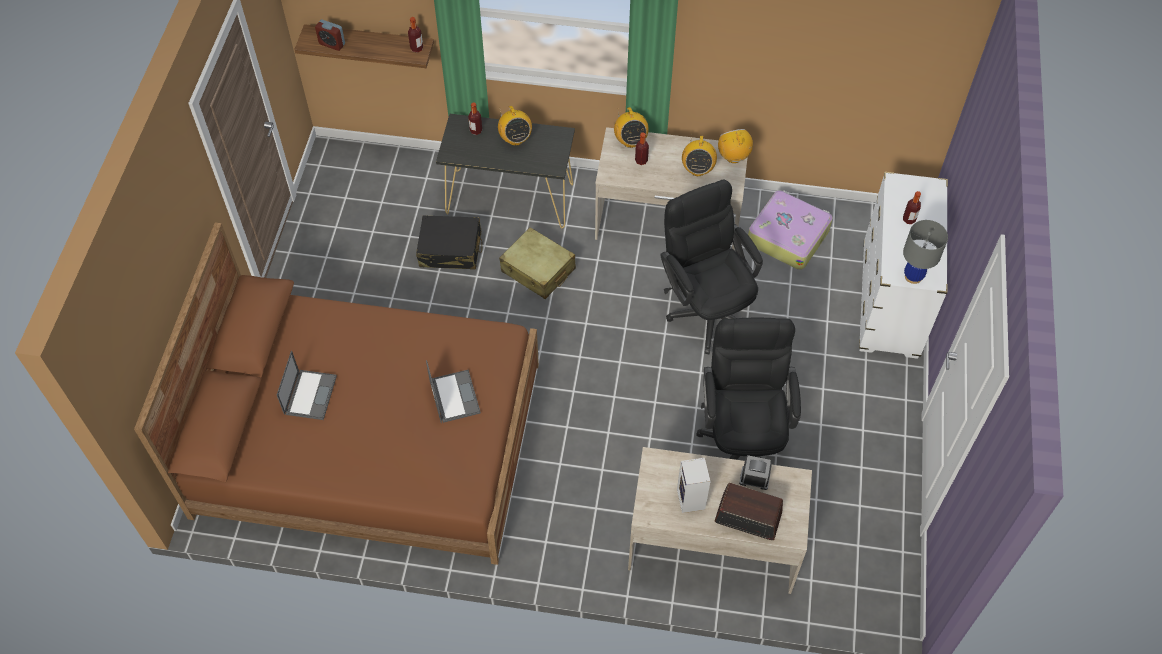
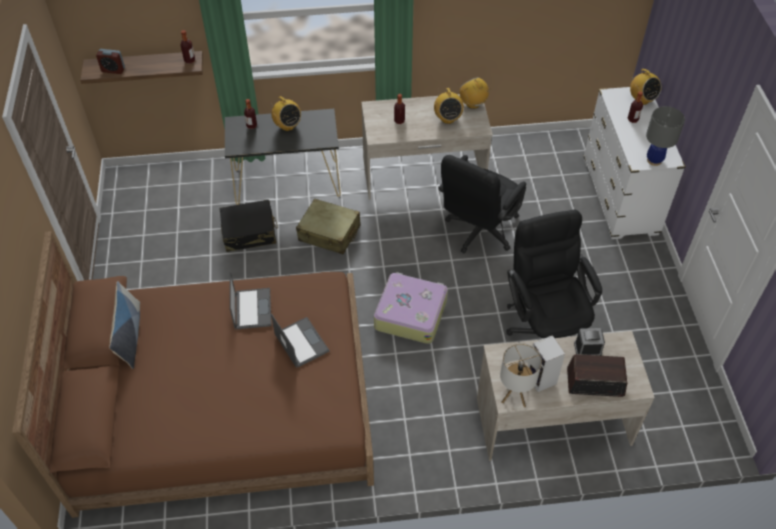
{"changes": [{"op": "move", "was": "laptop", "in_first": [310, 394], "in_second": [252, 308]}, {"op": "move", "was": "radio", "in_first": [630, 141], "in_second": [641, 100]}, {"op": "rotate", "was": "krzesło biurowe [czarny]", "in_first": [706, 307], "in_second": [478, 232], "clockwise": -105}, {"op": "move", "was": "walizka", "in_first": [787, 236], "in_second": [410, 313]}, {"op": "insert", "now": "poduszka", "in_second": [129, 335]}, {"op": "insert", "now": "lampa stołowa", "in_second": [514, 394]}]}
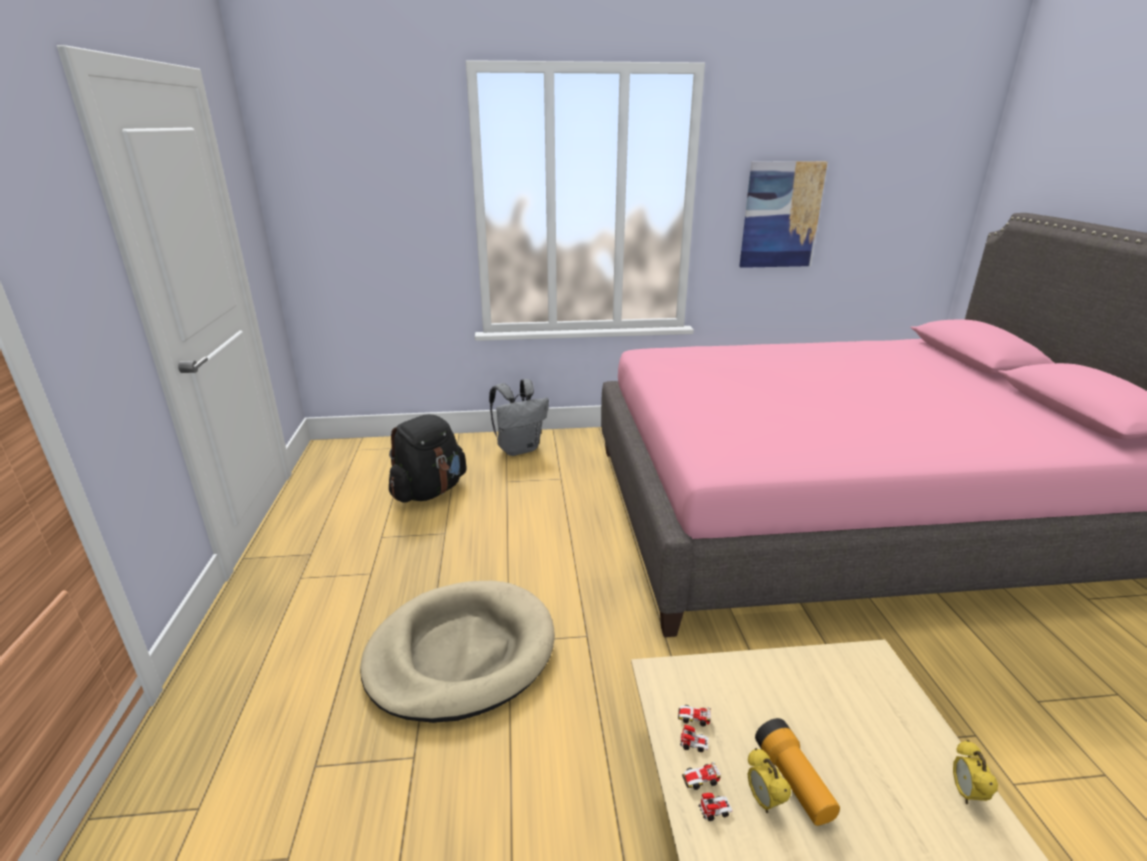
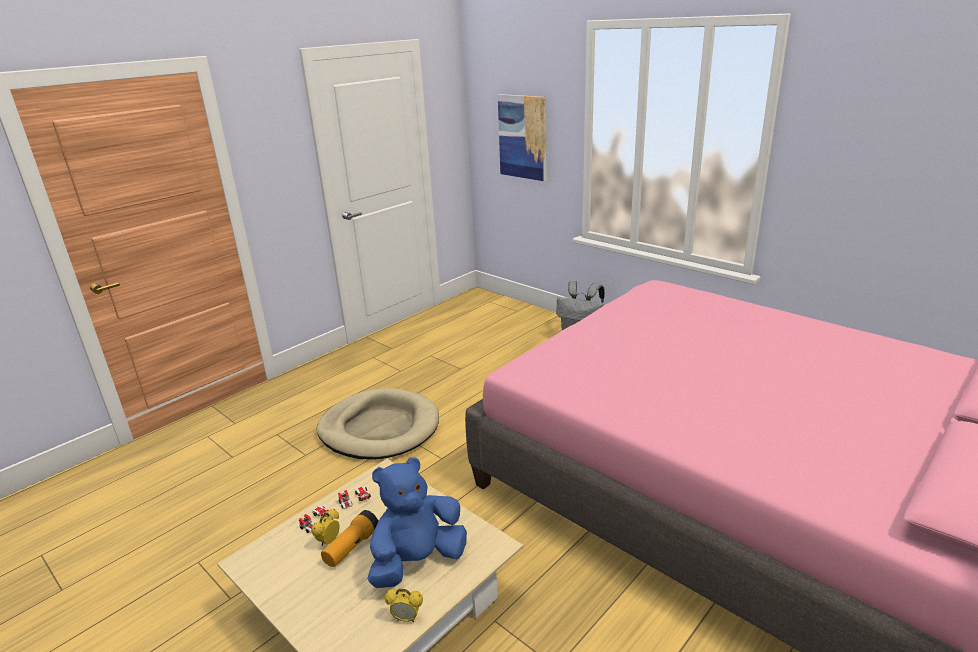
{"changes": [{"op": "delete", "was": "plecak [czarny]", "in_first": [429, 491]}, {"op": "move", "was": "obraz", "in_first": [781, 215], "in_second": [523, 137]}, {"op": "rotate", "was": "budzik", "in_first": [965, 793], "in_second": [406, 618], "clockwise": -135}, {"op": "insert", "now": "pluszak [niebieski]", "in_second": [417, 561]}]}
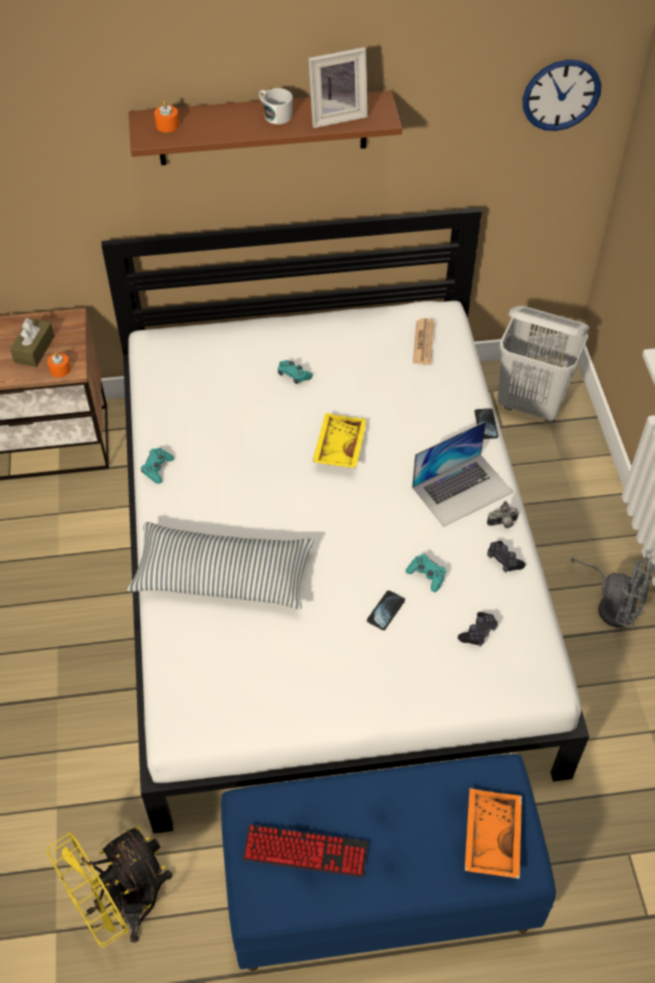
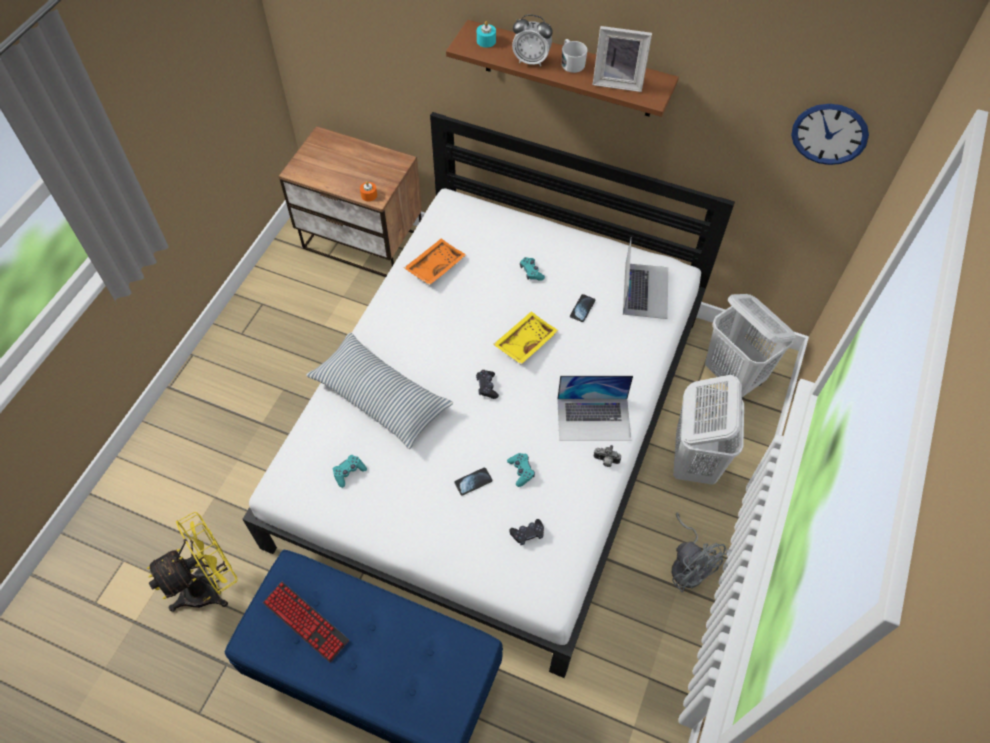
{"changes": [{"op": "delete", "was": "pudełko chusteczek [brązowy]", "in_first": [34, 349]}, {"op": "rotate", "was": "wentylator [żółty]", "in_first": [122, 907], "in_second": [210, 586], "clockwise": 150}, {"op": "move", "was": "pad do gier [turkusowy]", "in_first": [157, 468], "in_second": [349, 472]}, {"op": "recolor", "was": "świeca [pomarańczowy]", "now": "świeca [turkusowy]", "in_first": [167, 125], "in_second": [486, 41]}, {"op": "replace", "was": "gazeta", "now": "laptop", "in_first": [423, 342], "in_second": [645, 290]}, {"op": "move", "was": "taca [pomarańczowy]", "in_first": [490, 837], "in_second": [434, 266]}, {"op": "move", "was": "telefon", "in_first": [486, 424], "in_second": [582, 308]}, {"op": "move", "was": "pad do gier [czarny]", "in_first": [504, 560], "in_second": [487, 387]}, {"op": "insert", "now": "budzik", "in_second": [531, 60]}, {"op": "insert", "now": "kosz na pranie [biały]", "in_second": [694, 460]}]}
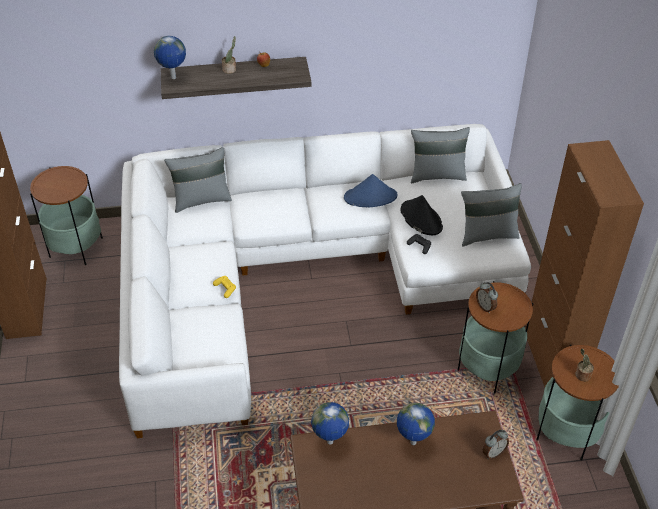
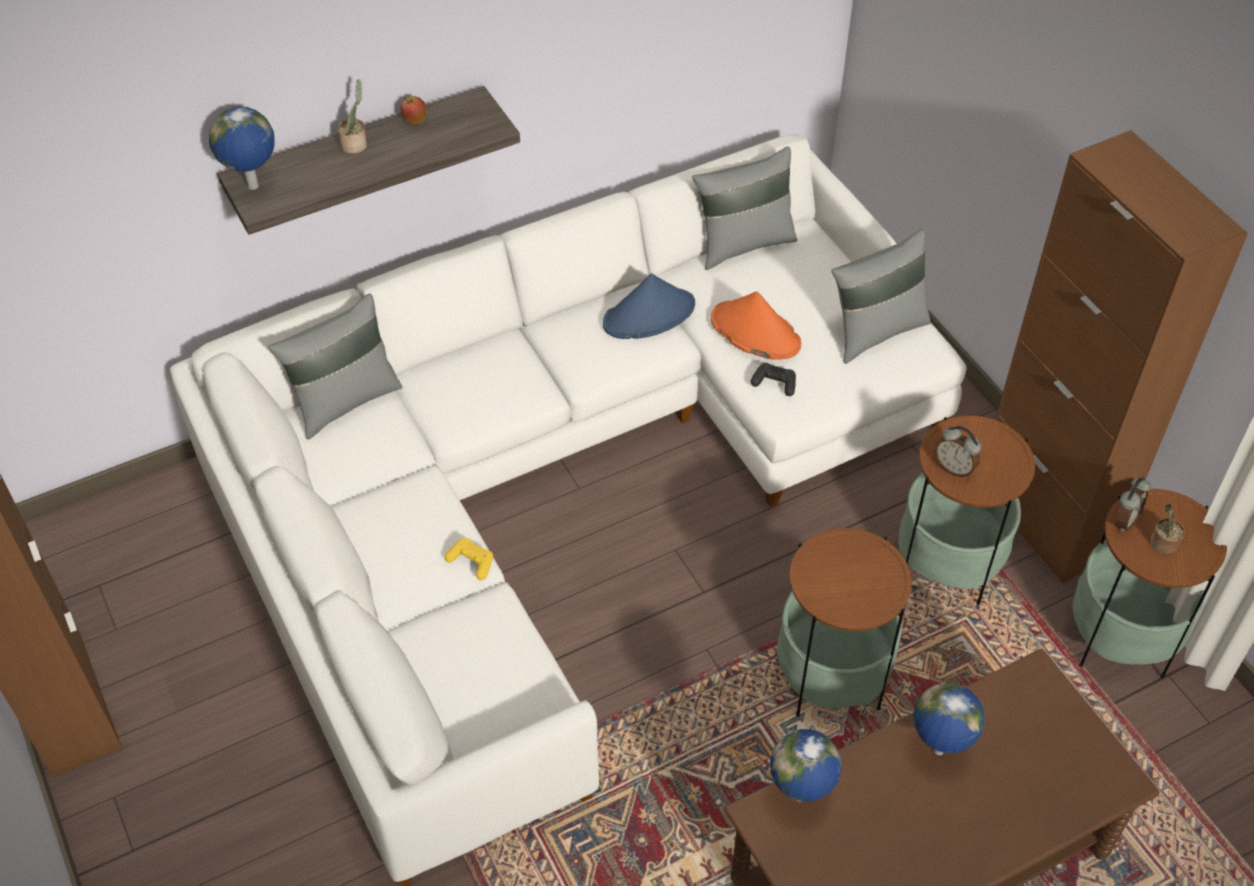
{"changes": [{"op": "move", "was": "stolik", "in_first": [76, 247], "in_second": [831, 677]}, {"op": "recolor", "was": "kapelusz [czarny]", "now": "kapelusz [pomarańczowy]", "in_first": [421, 218], "in_second": [754, 332]}, {"op": "move", "was": "budzik", "in_first": [493, 453], "in_second": [1124, 520]}]}
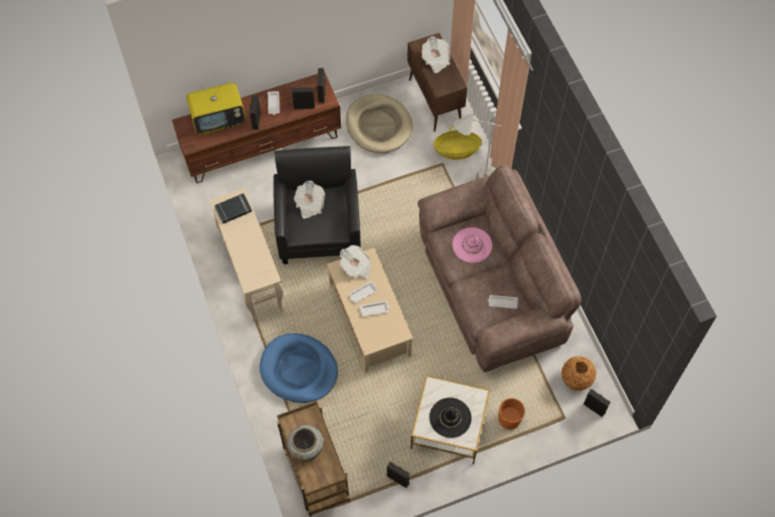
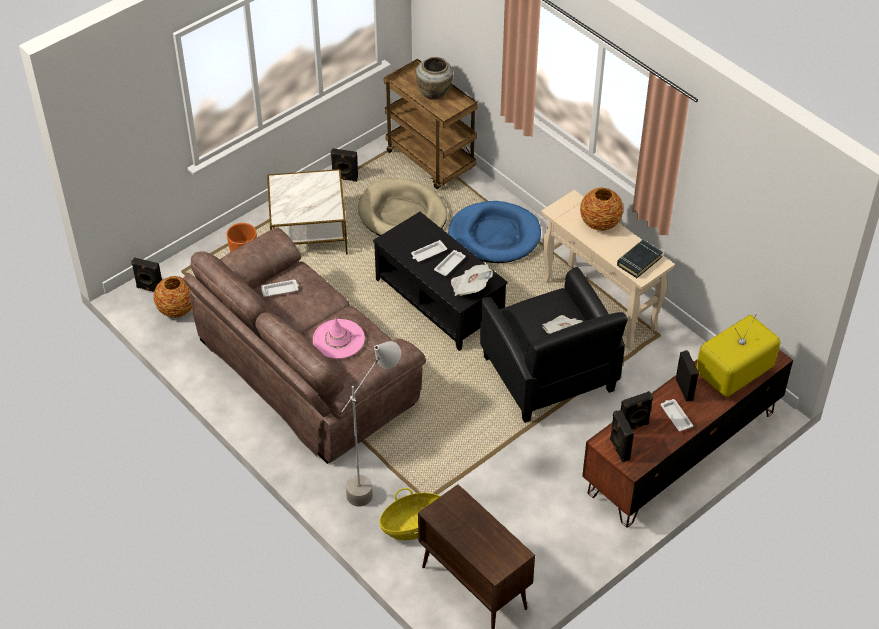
{"changes": [{"op": "recolor", "was": "ława [beżowy]", "now": "ława [czarny]", "in_first": [370, 320], "in_second": [438, 301]}, {"op": "move", "was": "legowisko [beżowy]", "in_first": [379, 125], "in_second": [402, 214]}, {"op": "delete", "was": "gazeta", "in_first": [435, 60]}, {"op": "delete", "was": "kapelusz [czarny]", "in_first": [450, 418]}, {"op": "insert", "now": "wazon", "in_second": [599, 223]}]}
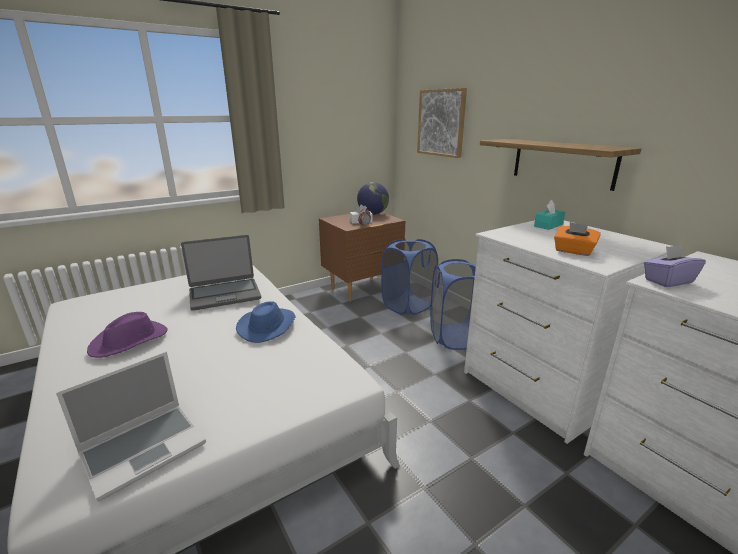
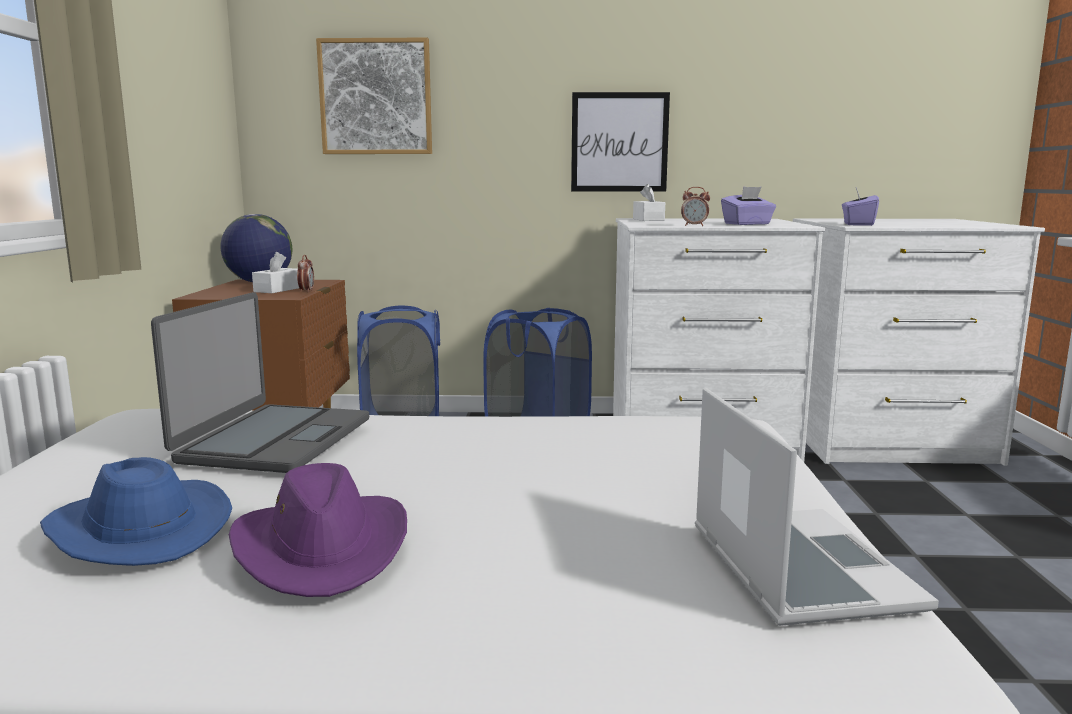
{"changes": [{"op": "move", "was": "kapelusz [niebieski]", "in_first": [267, 326], "in_second": [137, 530]}, {"op": "replace", "was": "półka", "now": "obraz", "in_first": [562, 162], "in_second": [619, 142]}, {"op": "recolor", "was": "pudełko chusteczek [turkusowy]", "now": "pudełko chusteczek [biały]", "in_first": [548, 225], "in_second": [648, 220]}, {"op": "recolor", "was": "pudełko chusteczek [pomarańczowy]", "now": "pudełko chusteczek [fioletowy]", "in_first": [573, 251], "in_second": [747, 224]}, {"op": "insert", "now": "budzik", "in_second": [694, 226]}]}
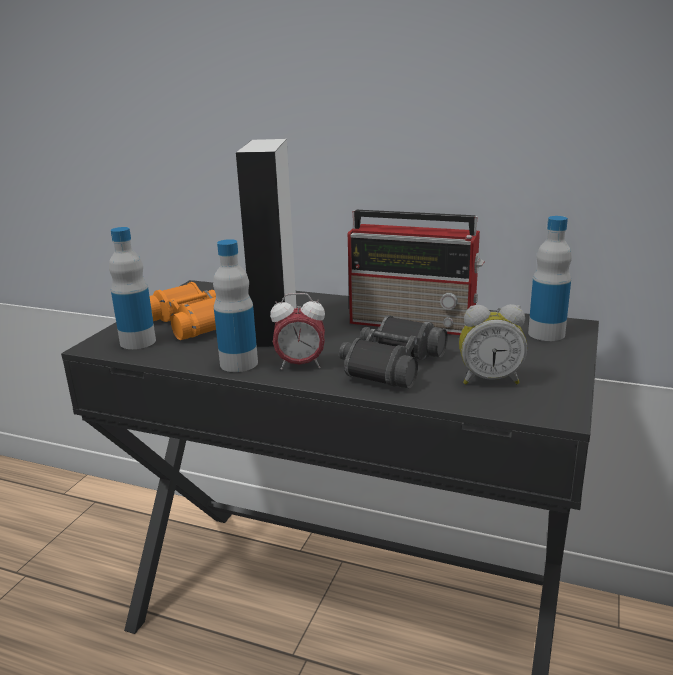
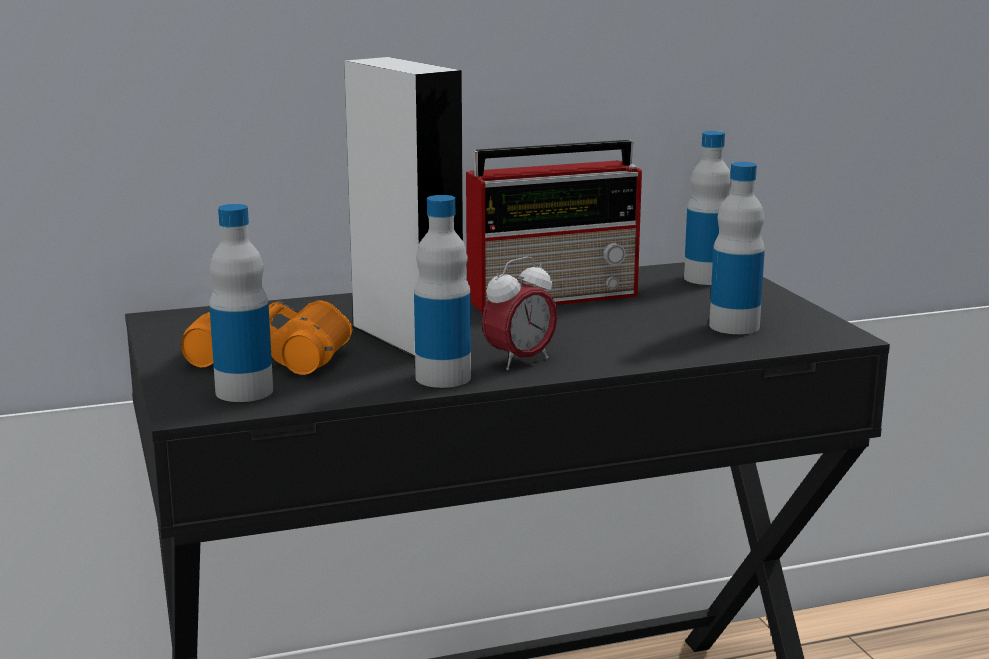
{"changes": [{"op": "delete", "was": "lornetka [czarny]", "in_first": [390, 364]}, {"op": "replace", "was": "budzik", "now": "butelka", "in_first": [489, 379], "in_second": [734, 326]}]}
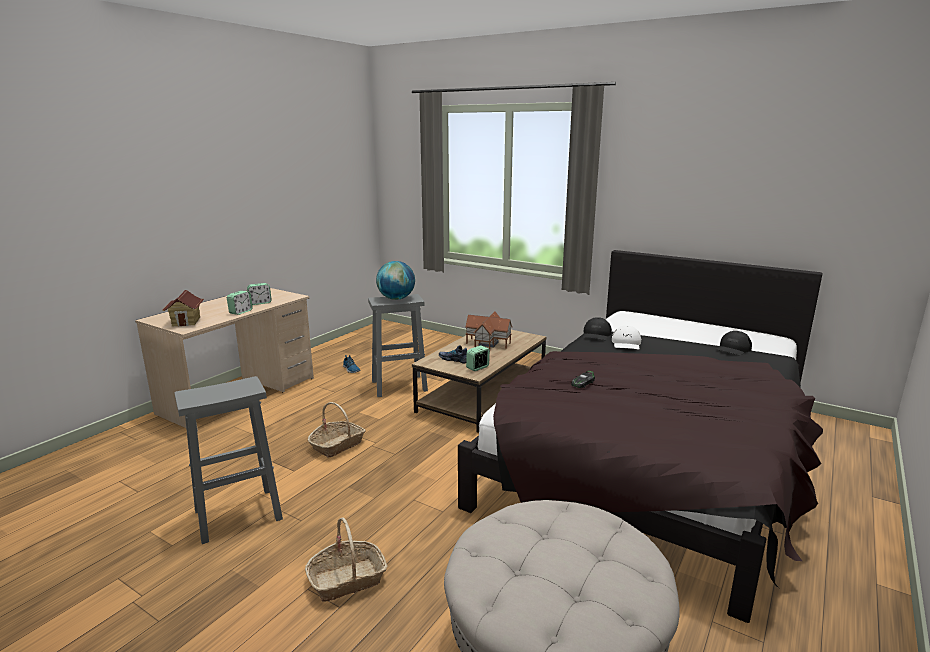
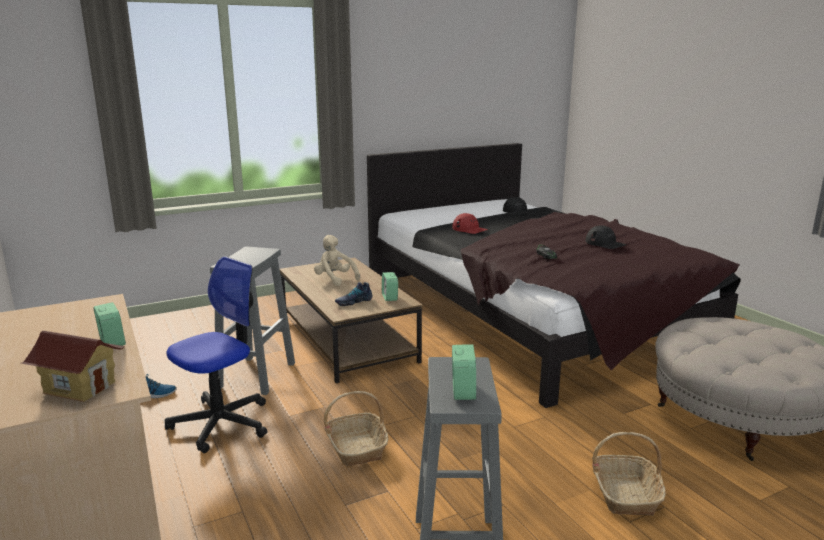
{"changes": [{"op": "move", "was": "budzik", "in_first": [260, 303], "in_second": [463, 391]}, {"op": "delete", "was": "globus", "in_first": [396, 298]}, {"op": "replace", "was": "domek", "now": "pluszak [beżowy]", "in_first": [489, 343], "in_second": [335, 279]}, {"op": "move", "was": "czapka z daszkiem [czarny]", "in_first": [596, 334], "in_second": [605, 243]}, {"op": "recolor", "was": "czapka z daszkiem [biały]", "now": "czapka z daszkiem [czerwony]", "in_first": [626, 343], "in_second": [469, 229]}, {"op": "insert", "now": "krzesło biurowe", "in_second": [221, 423]}]}
